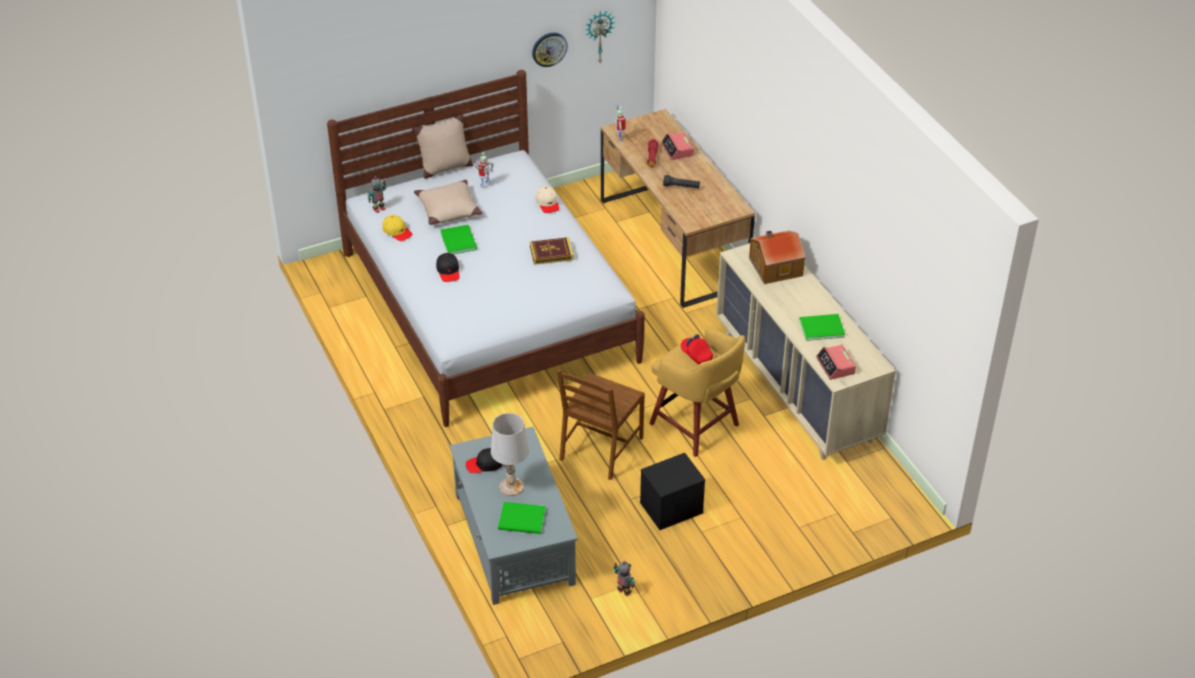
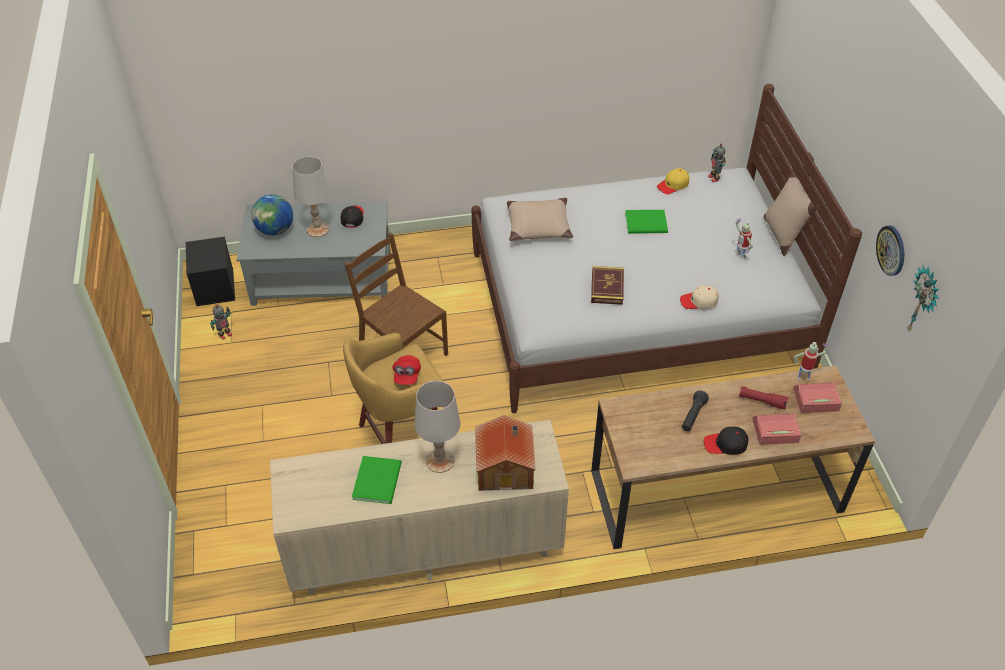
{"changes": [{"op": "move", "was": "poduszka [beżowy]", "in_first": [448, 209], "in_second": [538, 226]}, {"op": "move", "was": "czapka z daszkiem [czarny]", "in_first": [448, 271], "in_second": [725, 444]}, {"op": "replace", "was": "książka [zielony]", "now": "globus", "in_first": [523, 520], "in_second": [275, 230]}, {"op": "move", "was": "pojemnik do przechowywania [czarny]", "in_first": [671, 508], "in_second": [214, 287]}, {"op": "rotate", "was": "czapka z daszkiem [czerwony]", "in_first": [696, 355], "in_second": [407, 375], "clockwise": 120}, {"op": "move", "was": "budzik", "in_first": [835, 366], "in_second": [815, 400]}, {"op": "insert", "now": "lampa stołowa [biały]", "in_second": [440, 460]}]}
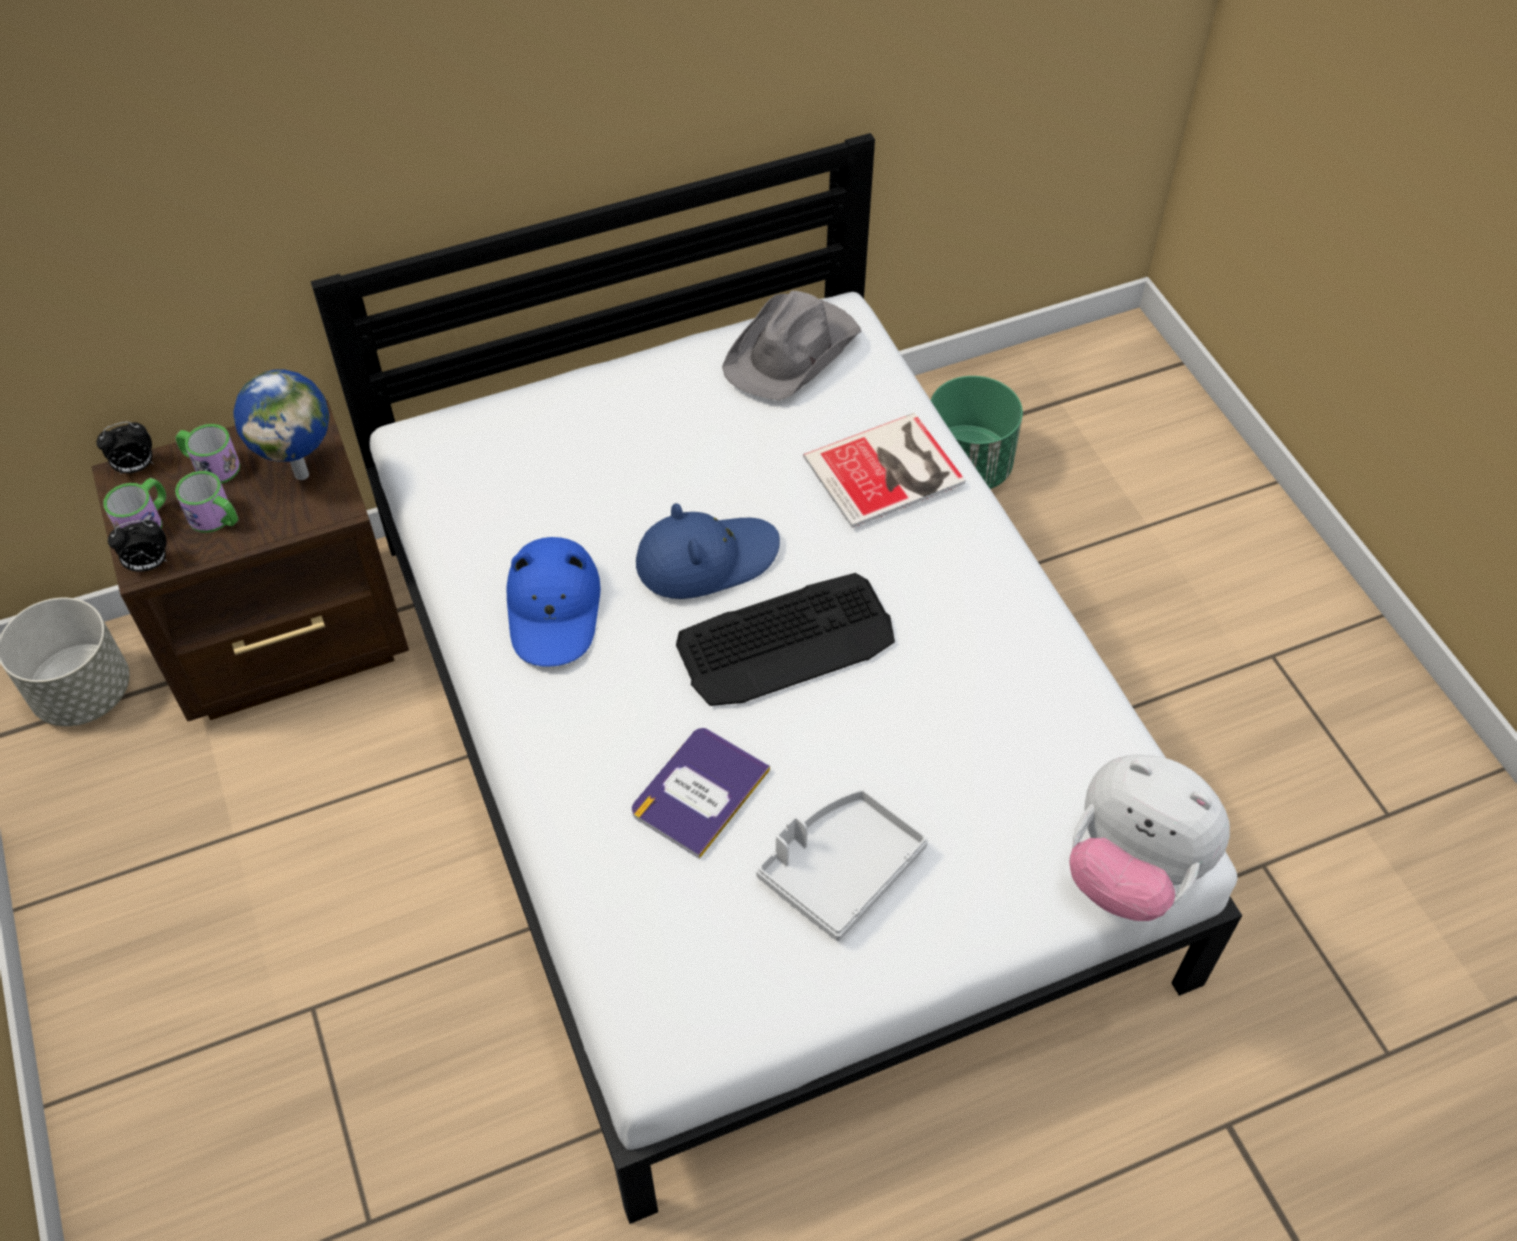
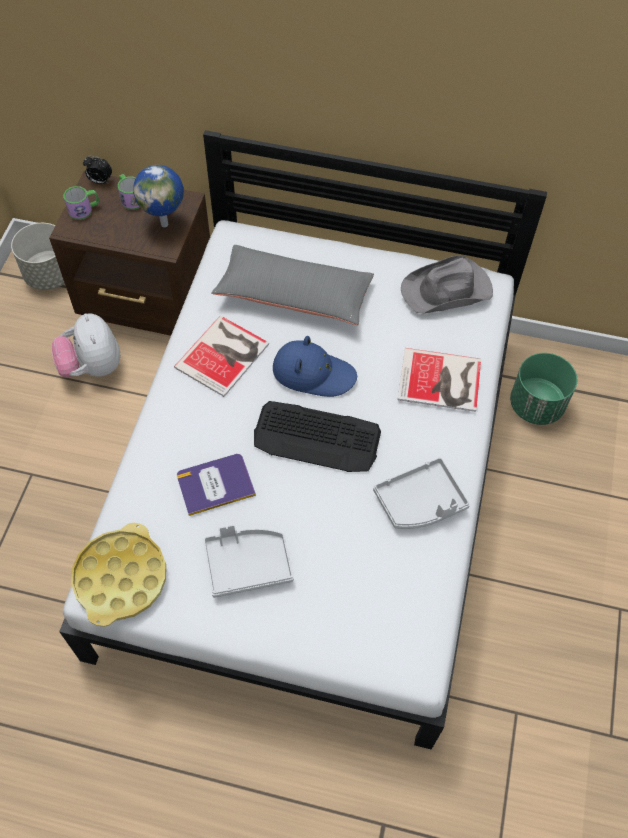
{"changes": [{"op": "delete", "was": "budzik", "in_first": [148, 565]}, {"op": "delete", "was": "kubek", "in_first": [216, 519]}, {"op": "replace", "was": "kapelusz [niebieski]", "now": "książka", "in_first": [554, 609], "in_second": [225, 355]}, {"op": "move", "was": "pluszak", "in_first": [1131, 871], "in_second": [92, 367]}, {"op": "insert", "now": "taca [żółty]", "in_second": [120, 578]}, {"op": "insert", "now": "poduszka [szary]", "in_second": [294, 295]}, {"op": "insert", "now": "taca [szary]", "in_second": [420, 502]}]}
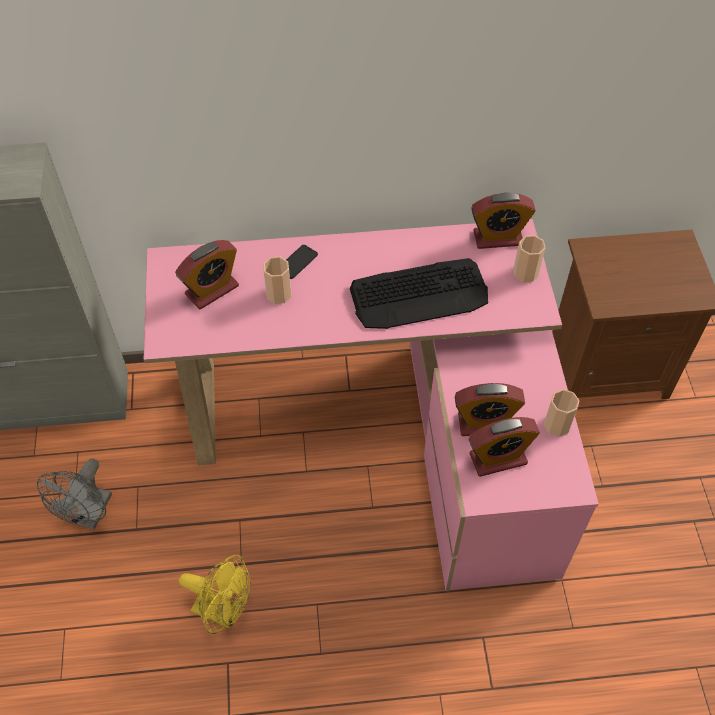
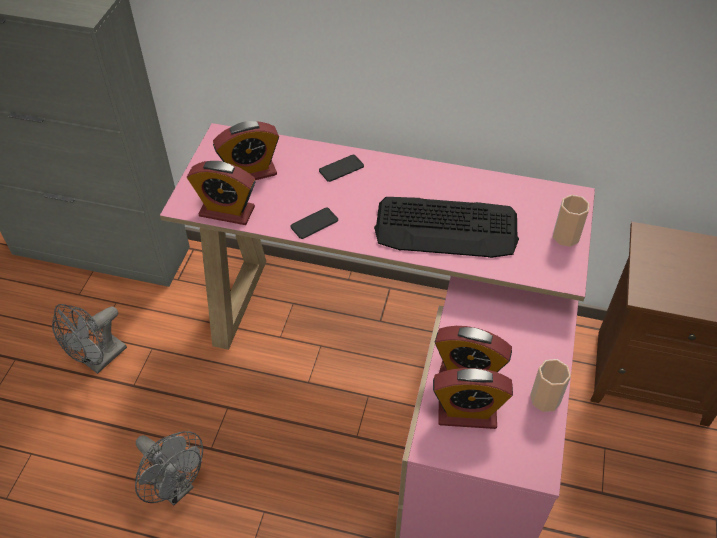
{"changes": [{"op": "recolor", "was": "wentylator [żółty]", "now": "wentylator [szary]", "in_first": [224, 611], "in_second": [175, 487]}, {"op": "delete", "was": "filiżanka", "in_first": [279, 294]}, {"op": "move", "was": "budzik", "in_first": [498, 238], "in_second": [227, 211]}, {"op": "insert", "now": "telefon", "in_second": [314, 223]}]}
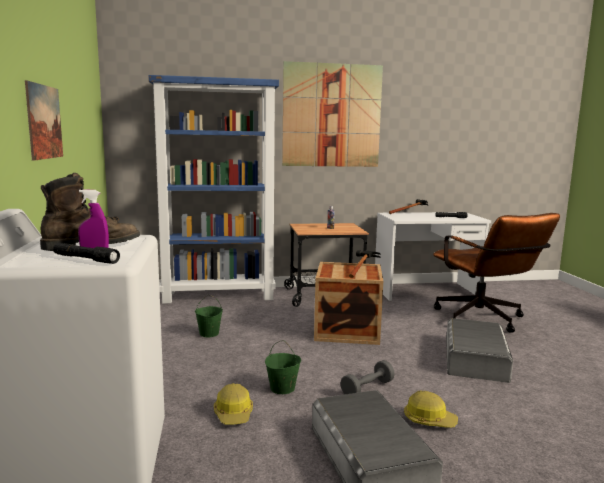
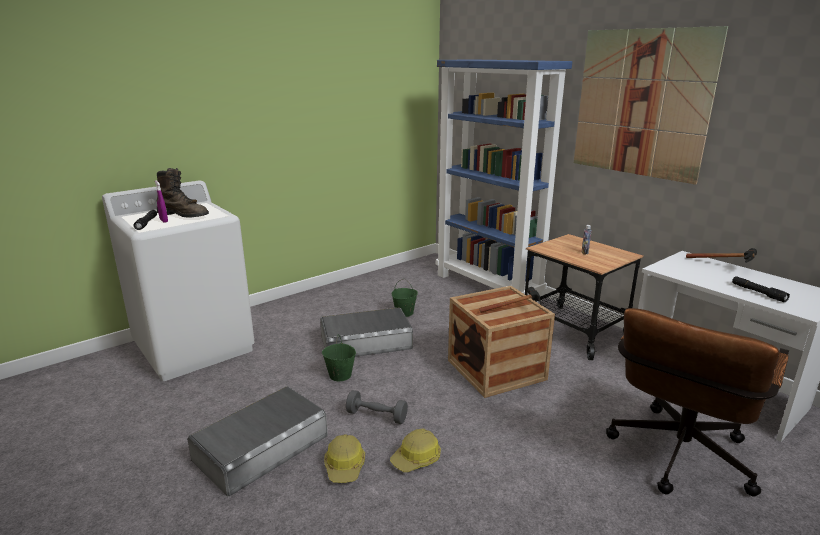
{"changes": [{"op": "delete", "was": "obraz", "in_first": [44, 122]}, {"op": "move", "was": "kask", "in_first": [234, 414], "in_second": [417, 458]}, {"op": "move", "was": "pojemnik do przechowywania [szary]", "in_first": [475, 358], "in_second": [366, 341]}]}
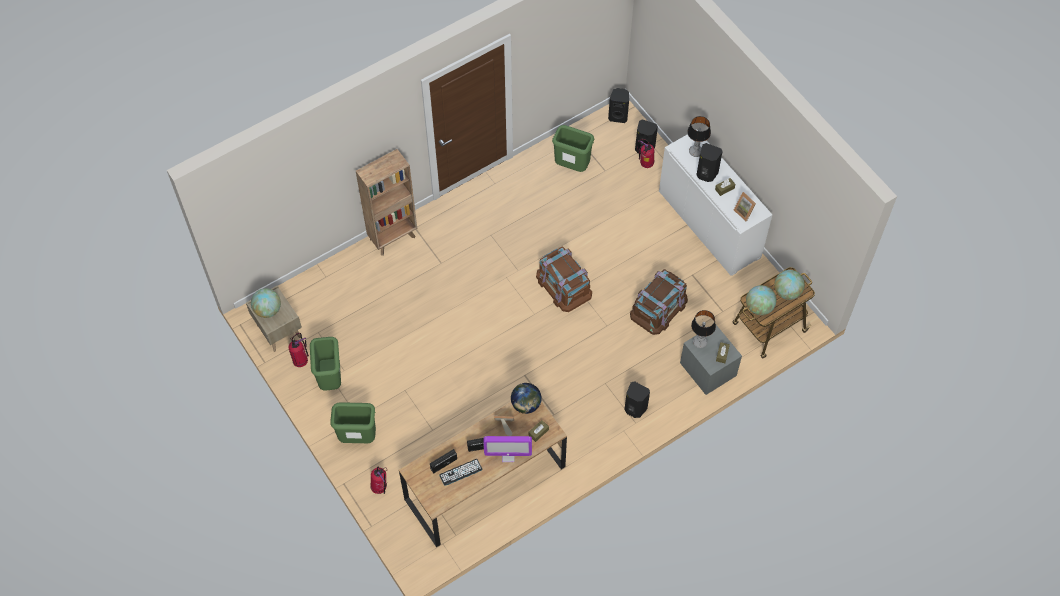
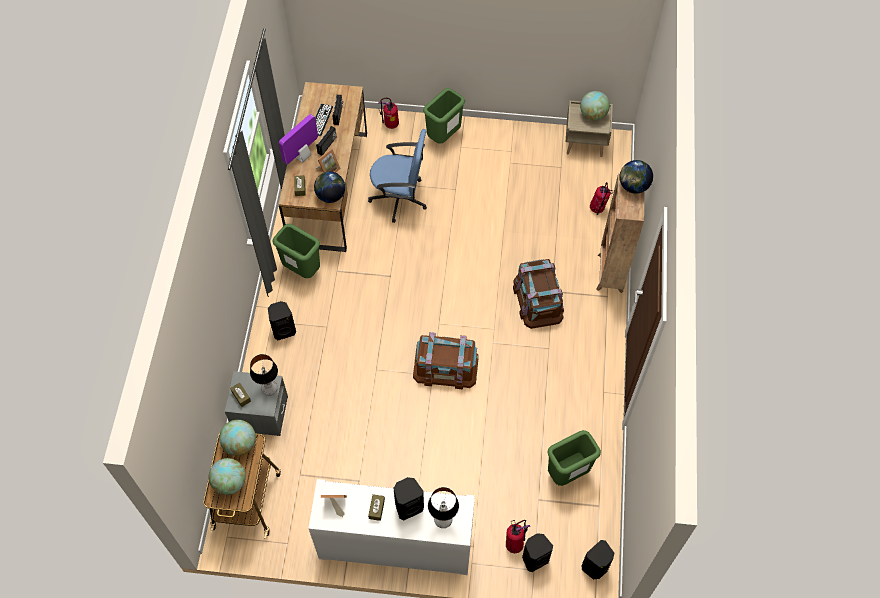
{"changes": [{"op": "move", "was": "gaśnica", "in_first": [301, 360], "in_second": [598, 209]}, {"op": "move", "was": "kosz na śmieci [zielony]", "in_first": [330, 379], "in_second": [302, 270]}, {"op": "move", "was": "pojemnik do przechowywania [brązowy]", "in_first": [659, 308], "in_second": [537, 300]}, {"op": "insert", "now": "krzesło biurowe [niebieski]", "in_second": [400, 198]}, {"op": "insert", "now": "globus", "in_second": [633, 186]}]}
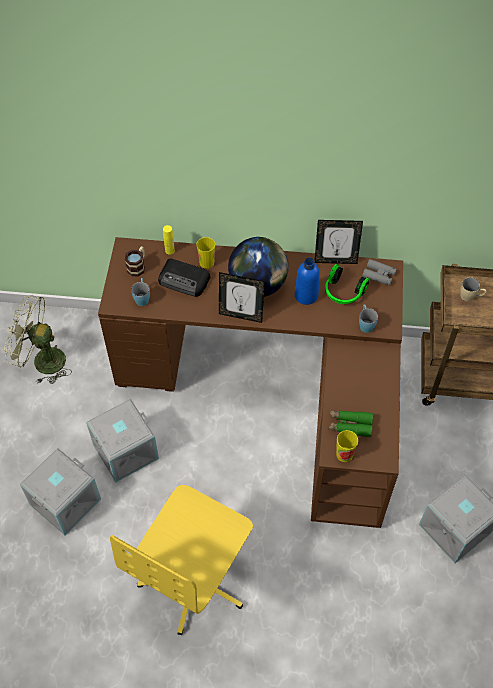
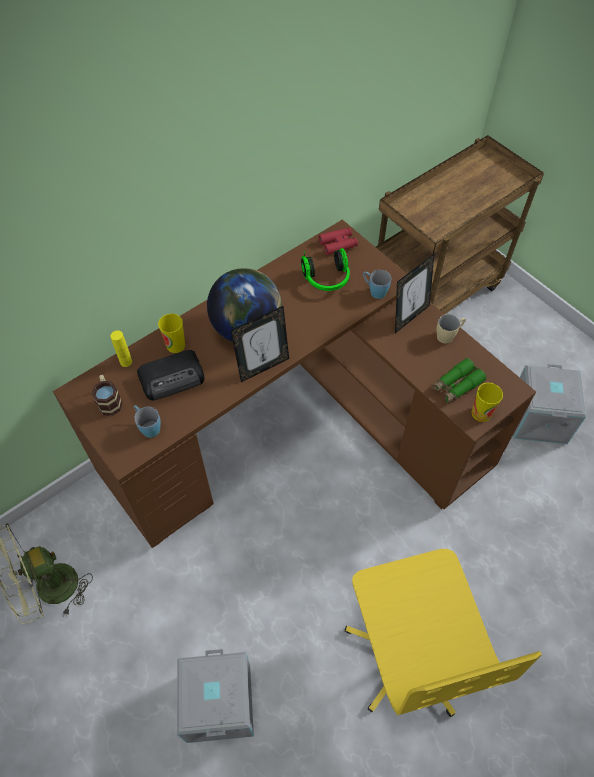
{"changes": [{"op": "delete", "was": "pojemnik do przechowywania [szary]", "in_first": [125, 450]}, {"op": "delete", "was": "butelka [niebieski]", "in_first": [306, 295]}, {"op": "move", "was": "ramka na zdjęcie", "in_first": [335, 260], "in_second": [409, 317]}, {"op": "recolor", "was": "lornetka [szary]", "now": "lornetka [czerwony]", "in_first": [379, 275], "in_second": [338, 244]}, {"op": "move", "was": "kubek [beżowy]", "in_first": [470, 297], "in_second": [448, 335]}]}
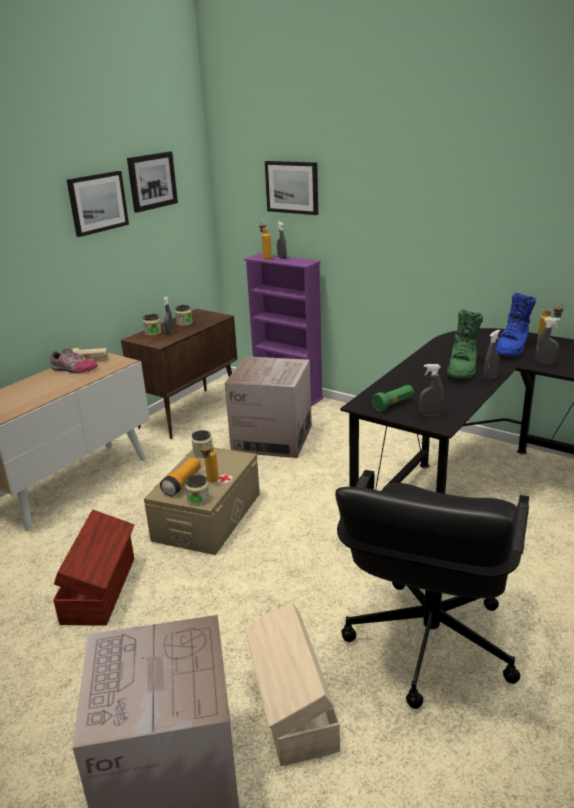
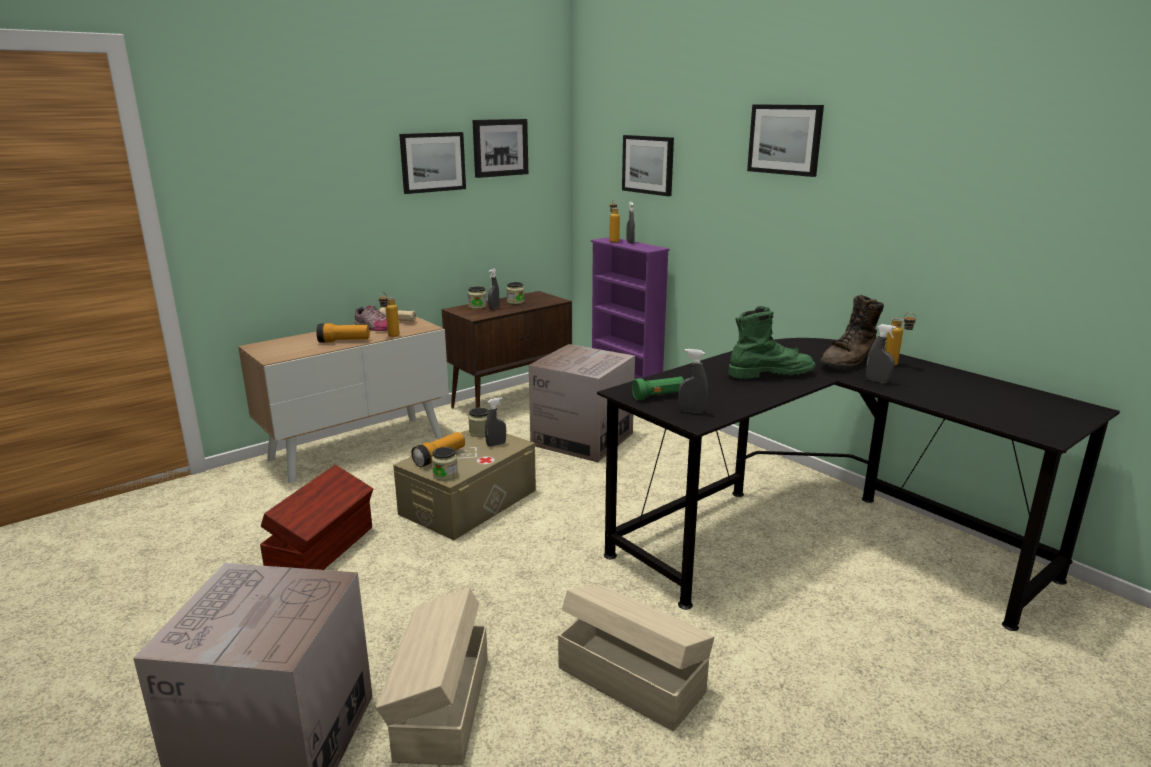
{"changes": [{"op": "move", "was": "butelka", "in_first": [211, 482], "in_second": [390, 336]}, {"op": "replace", "was": "krzesło biurowe [czarny]", "now": "pojemnik do przechowywania [beżowy]", "in_first": [428, 642], "in_second": [631, 678]}, {"op": "rotate", "was": "but z cholewką [zielony]", "in_first": [463, 368], "in_second": [770, 374], "clockwise": -135}, {"op": "move", "was": "spryskiwacz [szary]", "in_first": [490, 378], "in_second": [496, 444]}, {"op": "recolor", "was": "but z cholewką [niebieski]", "now": "but z cholewką [brązowy]", "in_first": [512, 348], "in_second": [849, 362]}, {"op": "insert", "now": "latarka", "in_second": [344, 341]}, {"op": "insert", "now": "obraz", "in_second": [785, 139]}]}
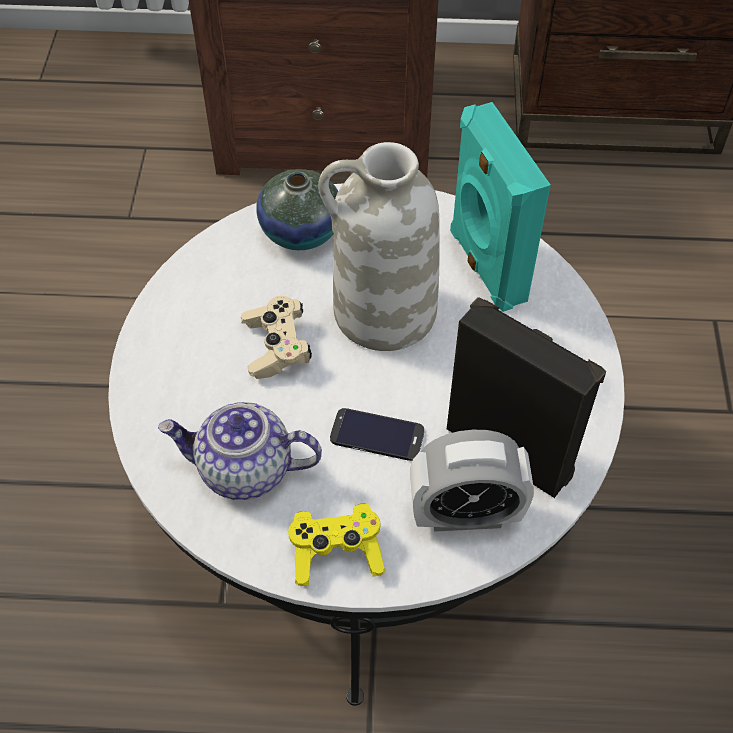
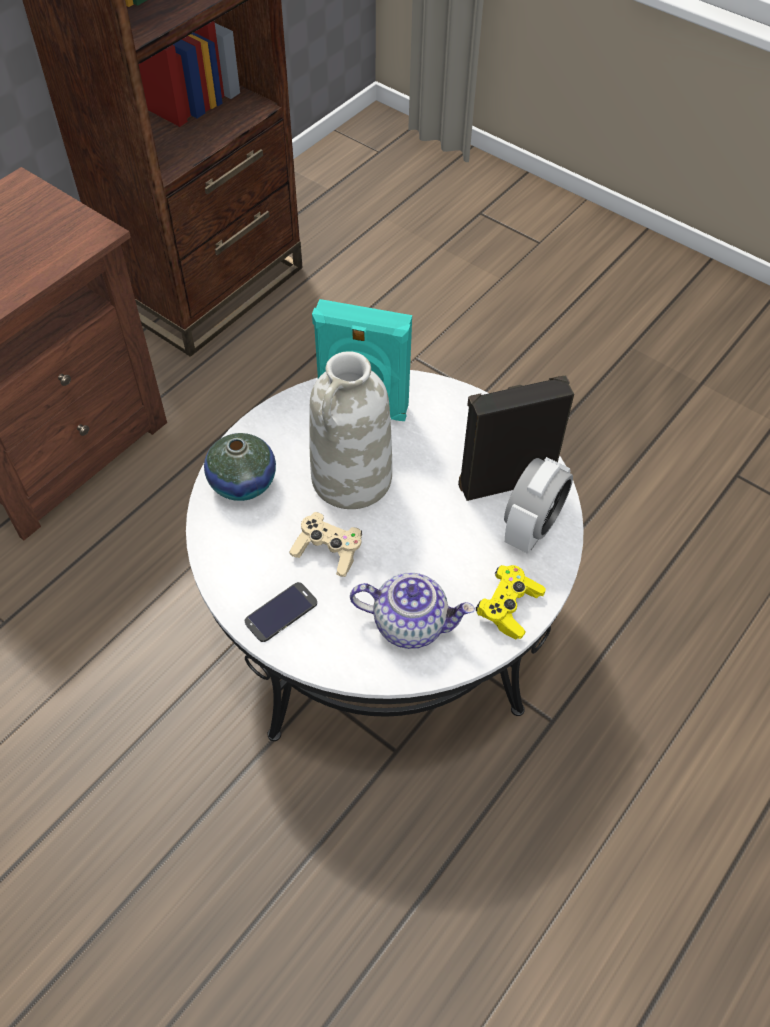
{"changes": [{"op": "rotate", "was": "imbryk", "in_first": [244, 470], "in_second": [411, 623], "clockwise": -120}, {"op": "move", "was": "telefon", "in_first": [377, 435], "in_second": [281, 612]}]}
